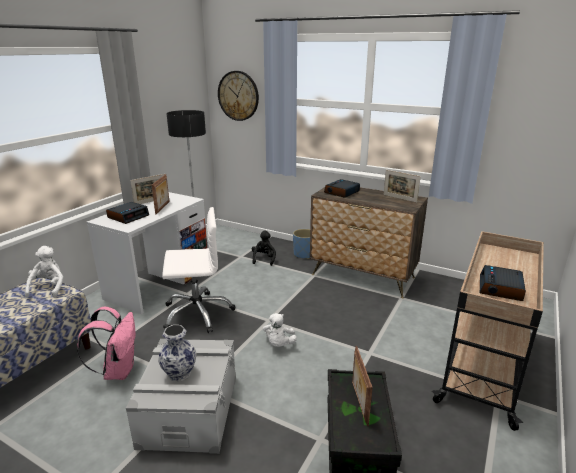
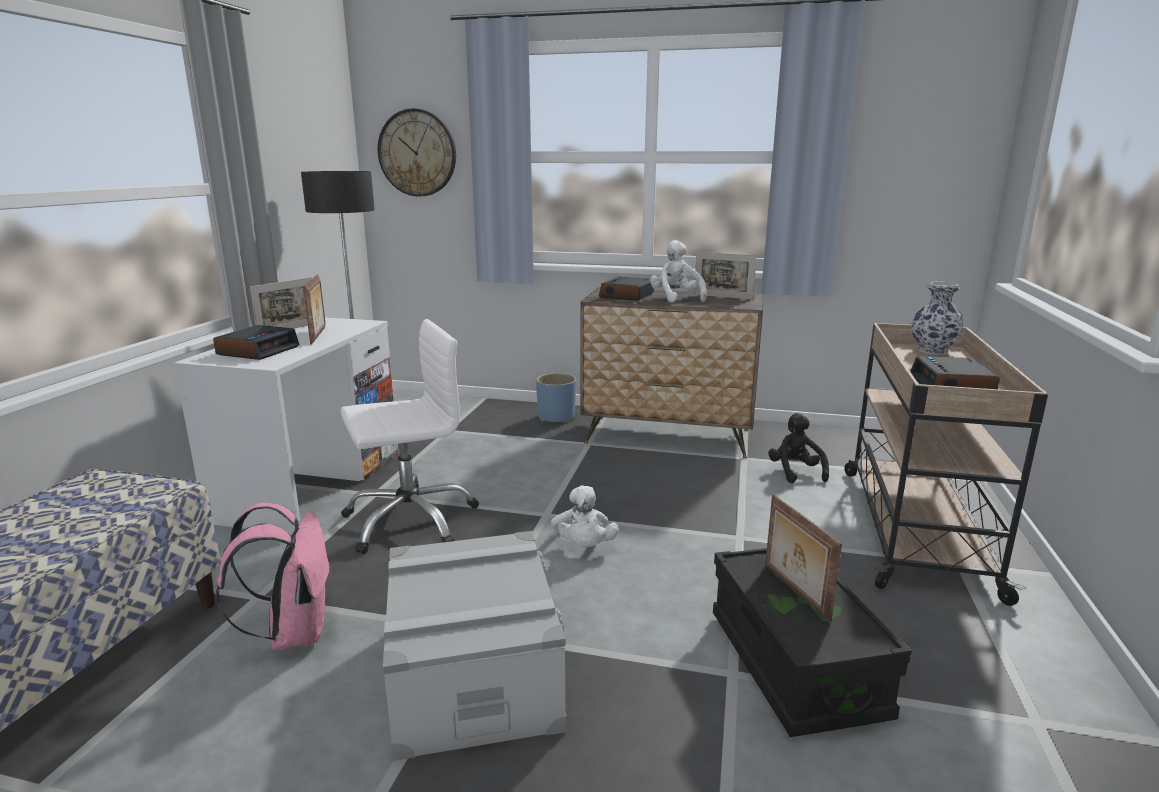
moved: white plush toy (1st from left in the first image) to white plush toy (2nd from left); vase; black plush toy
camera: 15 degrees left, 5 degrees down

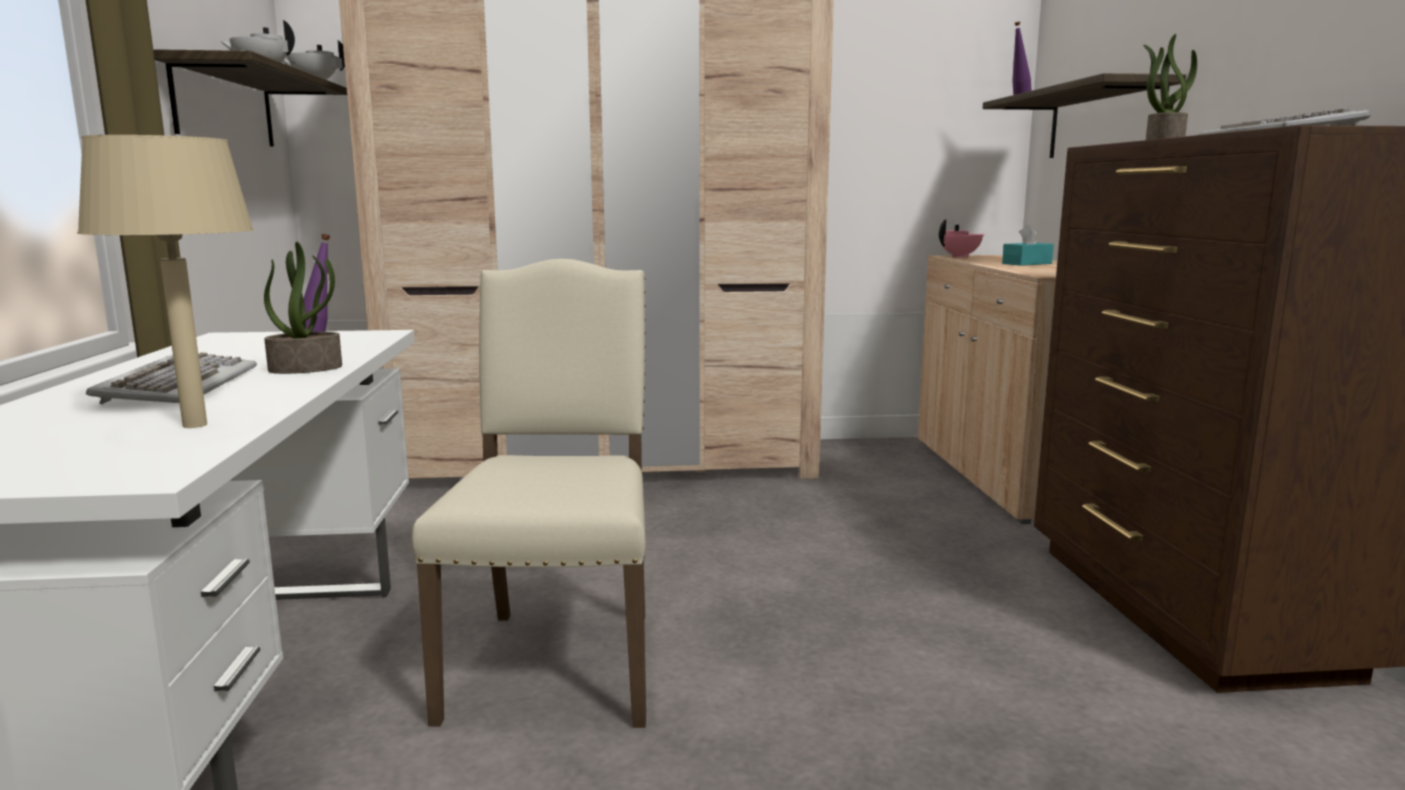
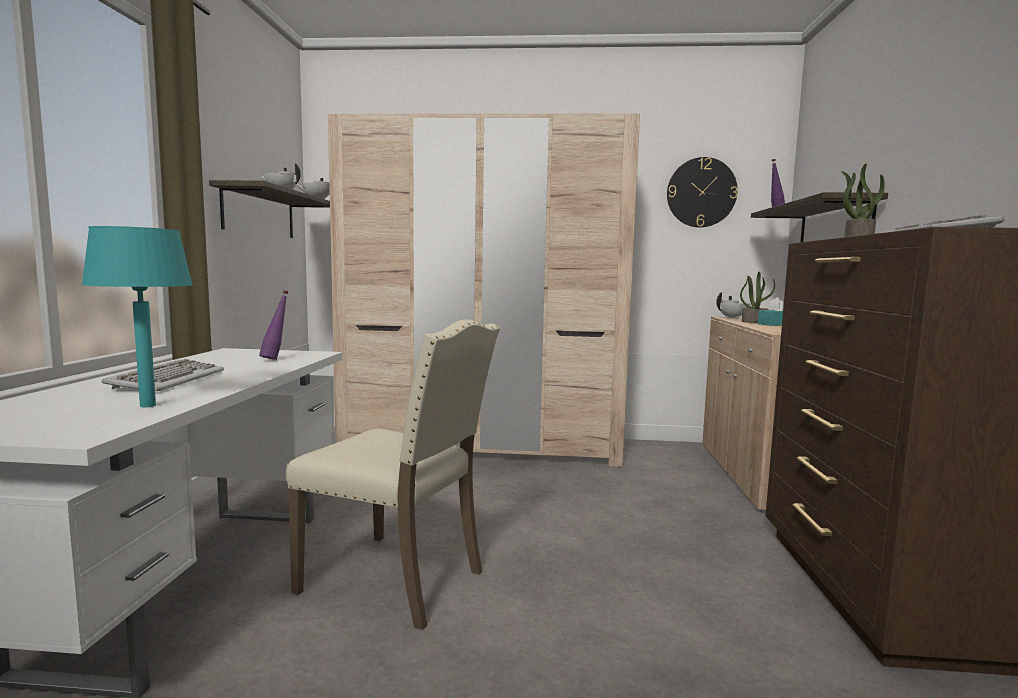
added: wall clock
moved: potted plant (1st from left)
recoloured: beige table lamp to turquoise table lamp; pink teapot to white teapot (3rd from left)
turned: beige chair 105 degrees clockwise
camera: 10 degrees right, 5 degrees down

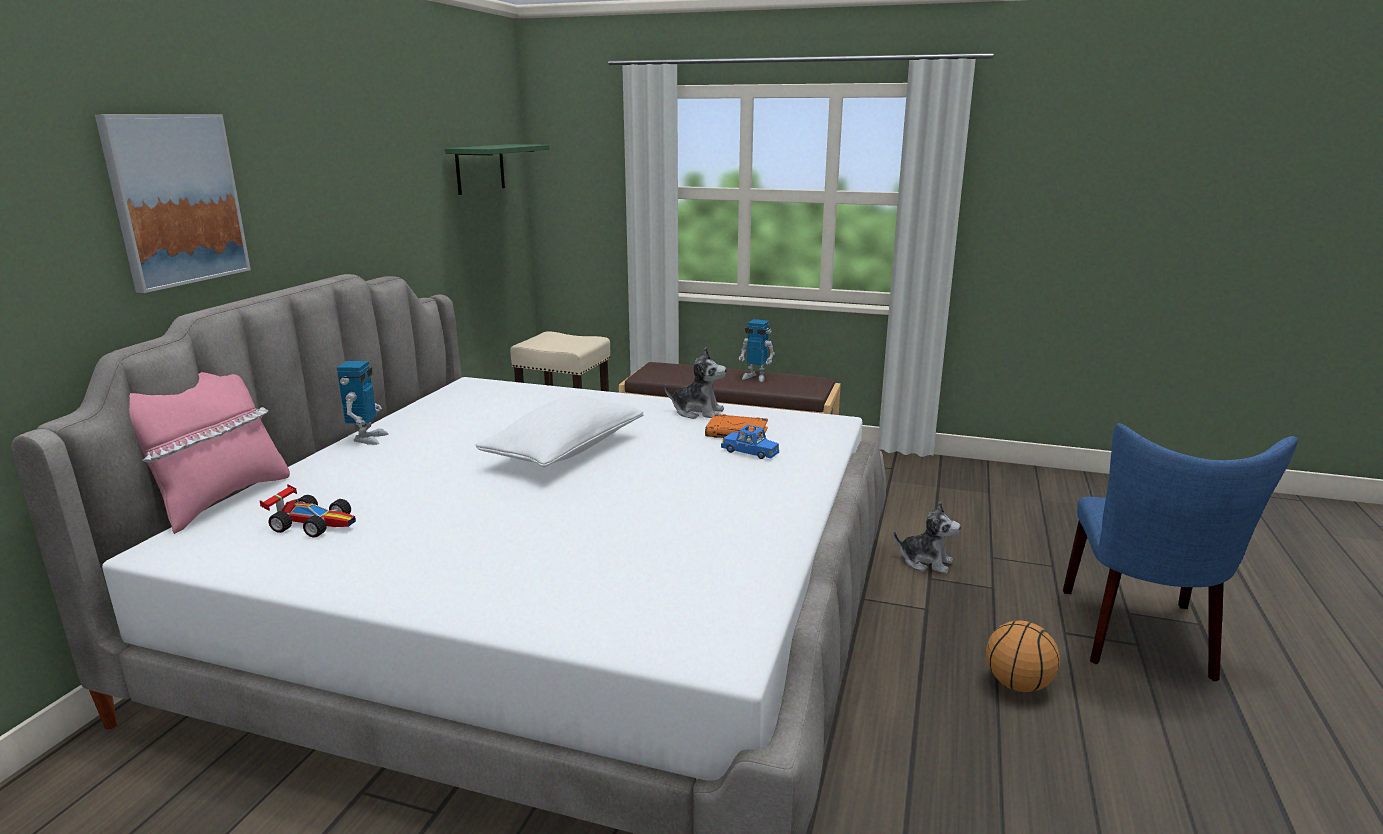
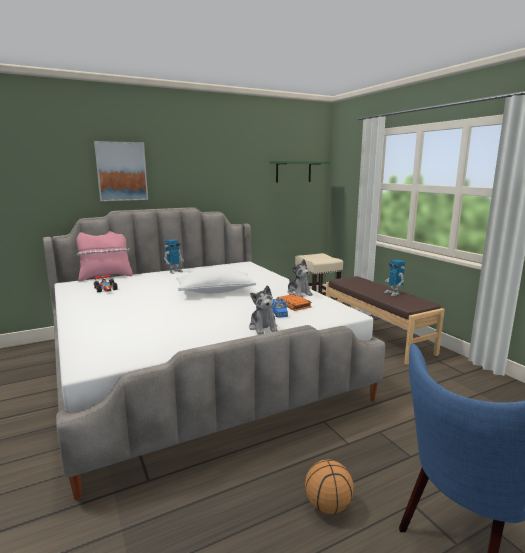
moved: plush toy (2nd from left in the first image) to plush toy (1st from left)
camera: 45 degrees right, 5 degrees down

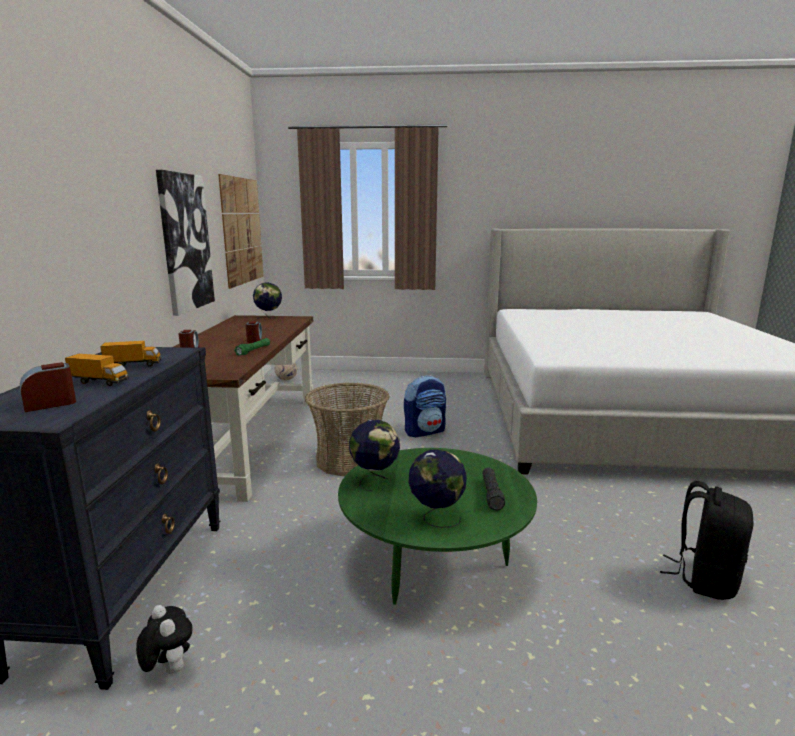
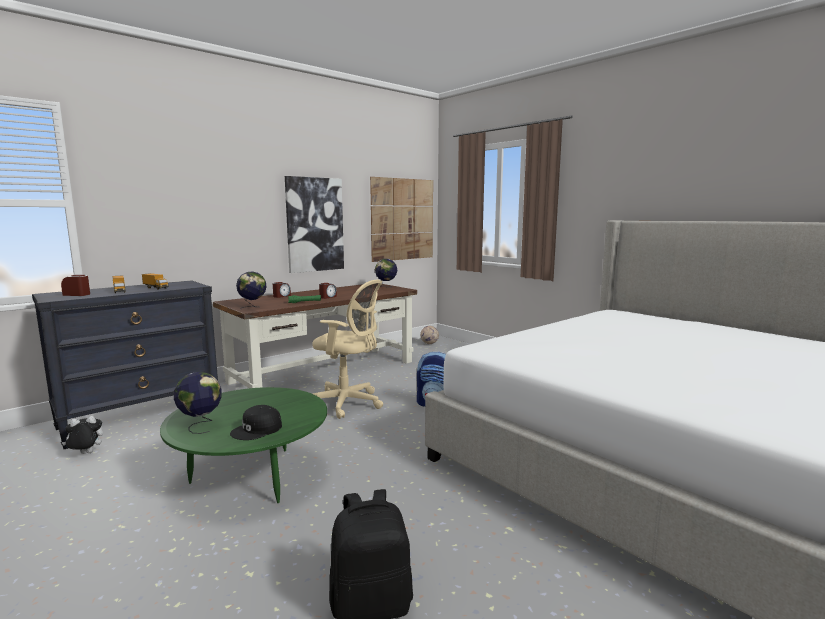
moved: globe (2nd from left)
replaced: basket to beige office chair; black flashlight to black cap
turned: plush toy 120 degrees counterclockwise
camera: 45 degrees right, 5 degrees down

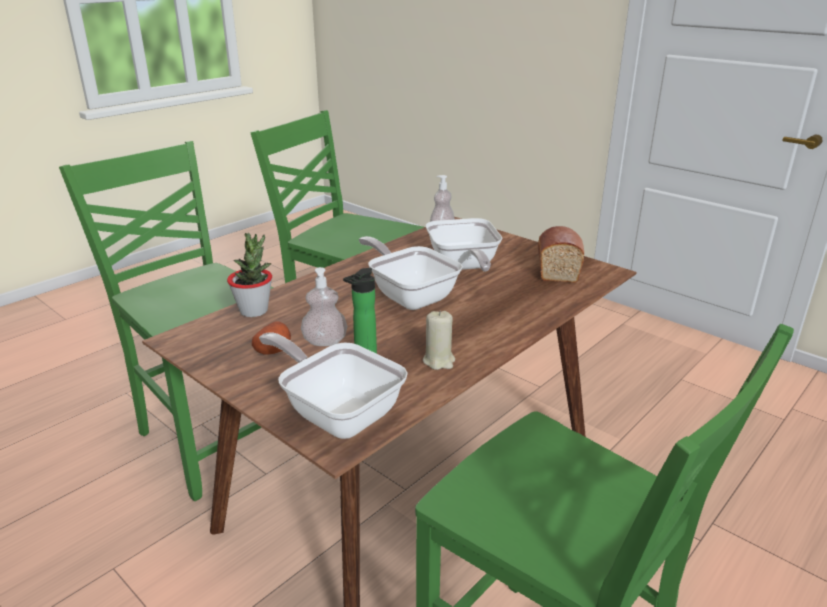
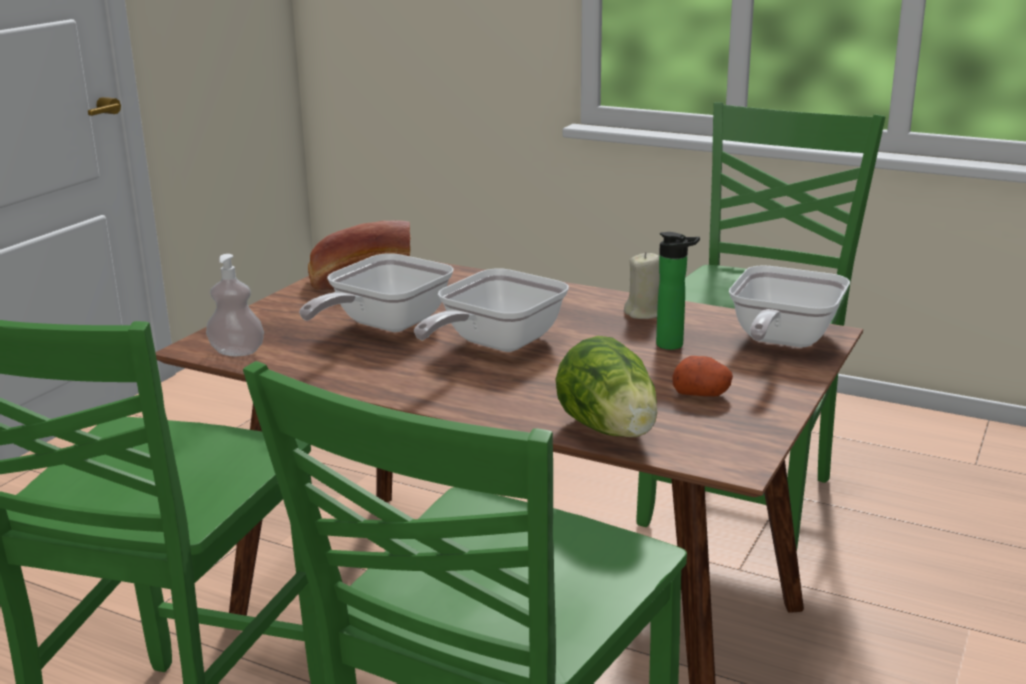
removed: soap dispenser (1st from left)
replaced: potted plant to lettuce
turned: frying pan (3rd from left in the first image) 150 degrees clockwise
camera: 105 degrees left, 5 degrees down

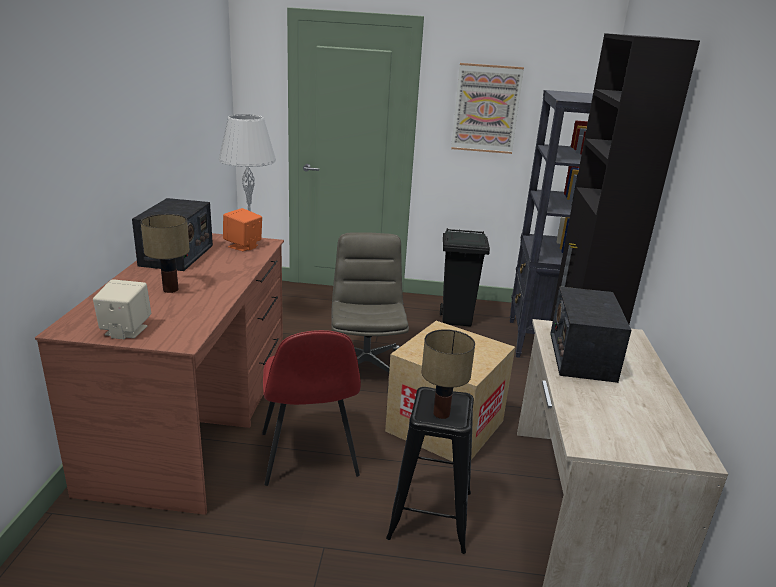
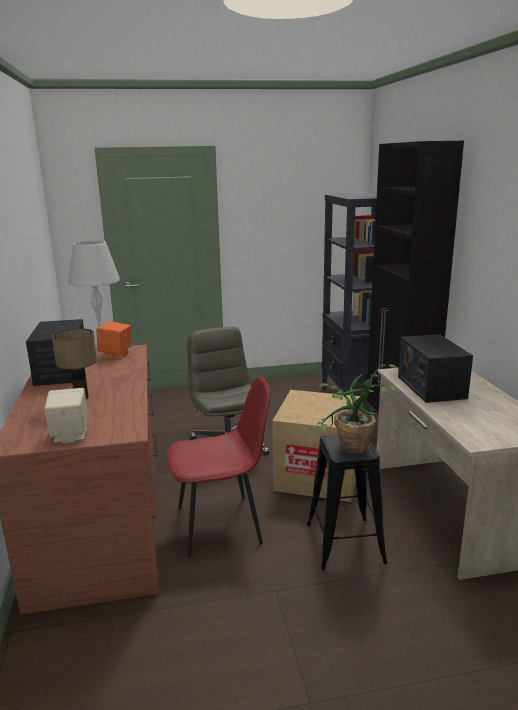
removed: black trash can; picture
replaced: table lamp (2nd from left) to potted plant
turned: red chair 75 degrees counterclockwise
camera: 15 degrees left, 5 degrees down

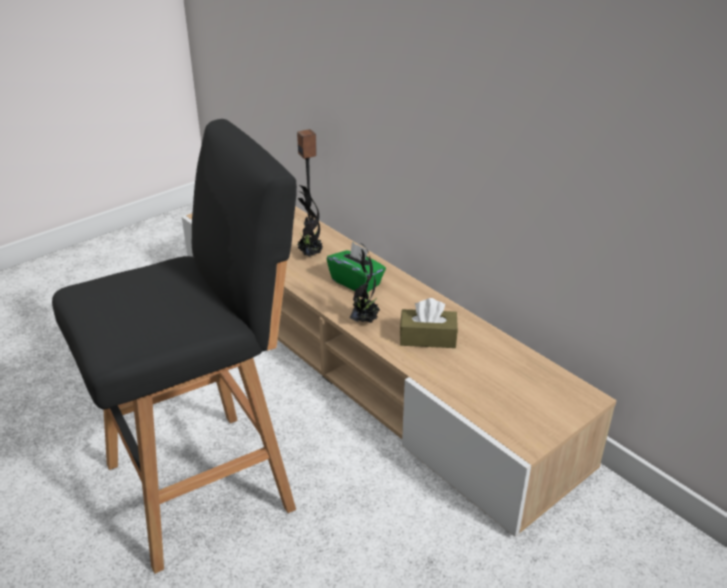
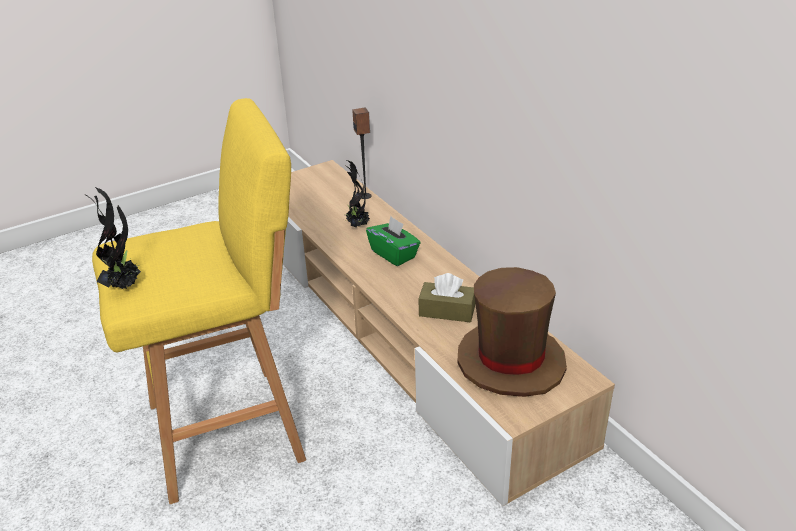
added: brown hat
moved: potted plant (2nd from left in the first image) to potted plant (1st from left)
recoloured: black stool to yellow stool
camera: 10 degrees right, 0 degrees up

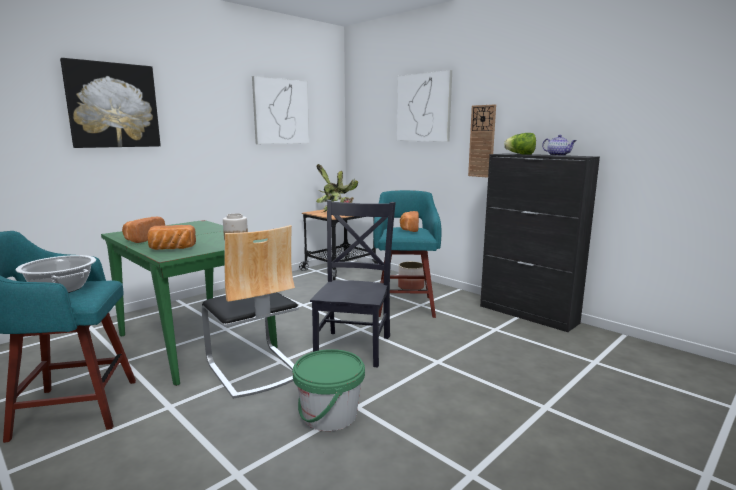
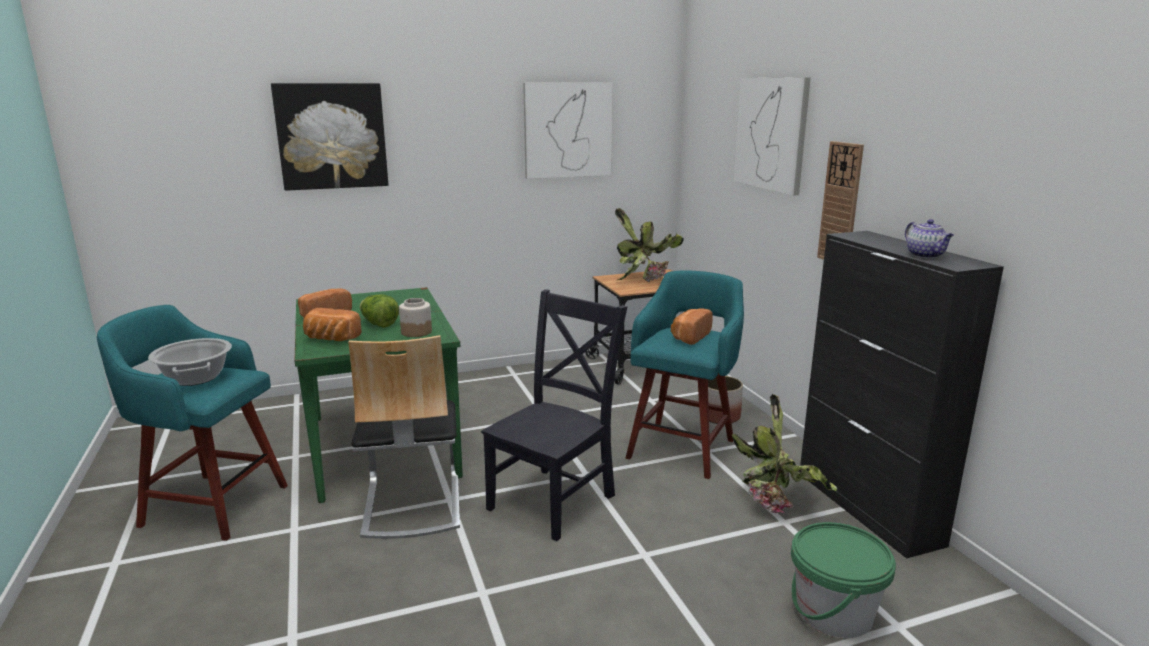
added: potted plant (2nd from left)
moved: green bucket; lettuce
camera: 25 degrees right, 5 degrees up

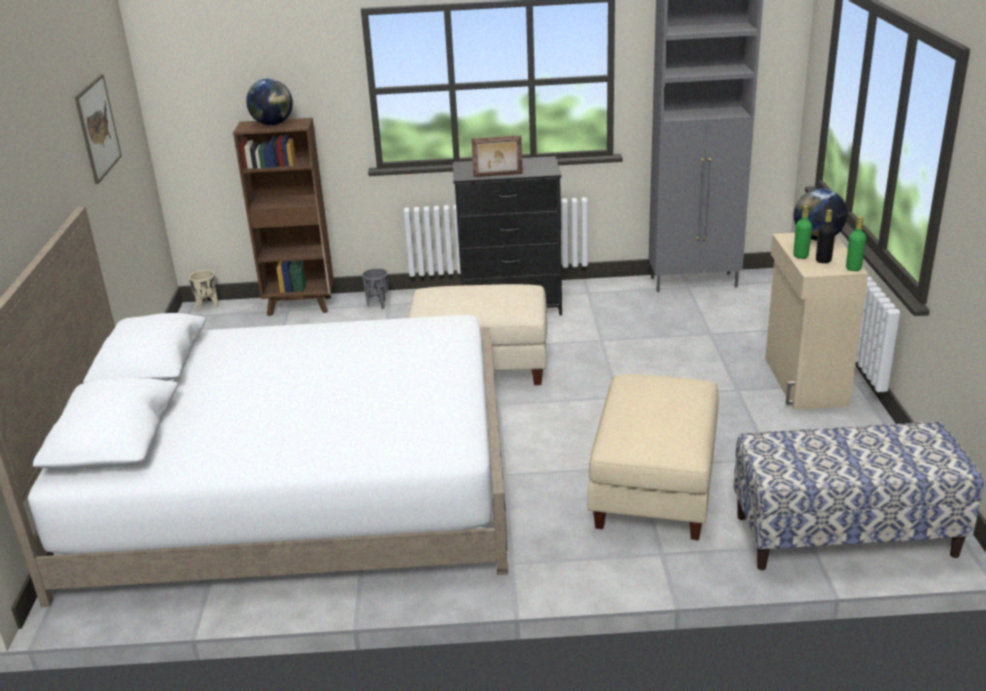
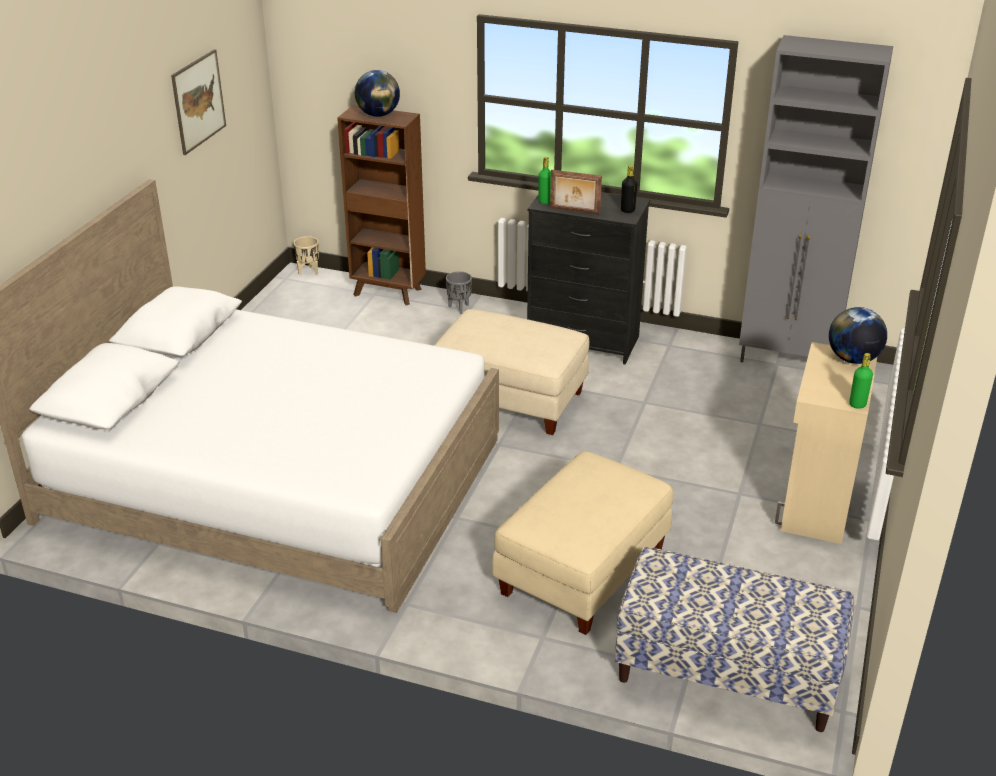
moved: green bottle (1st from left); black bottle
camera: 20 degrees right, 5 degrees up

